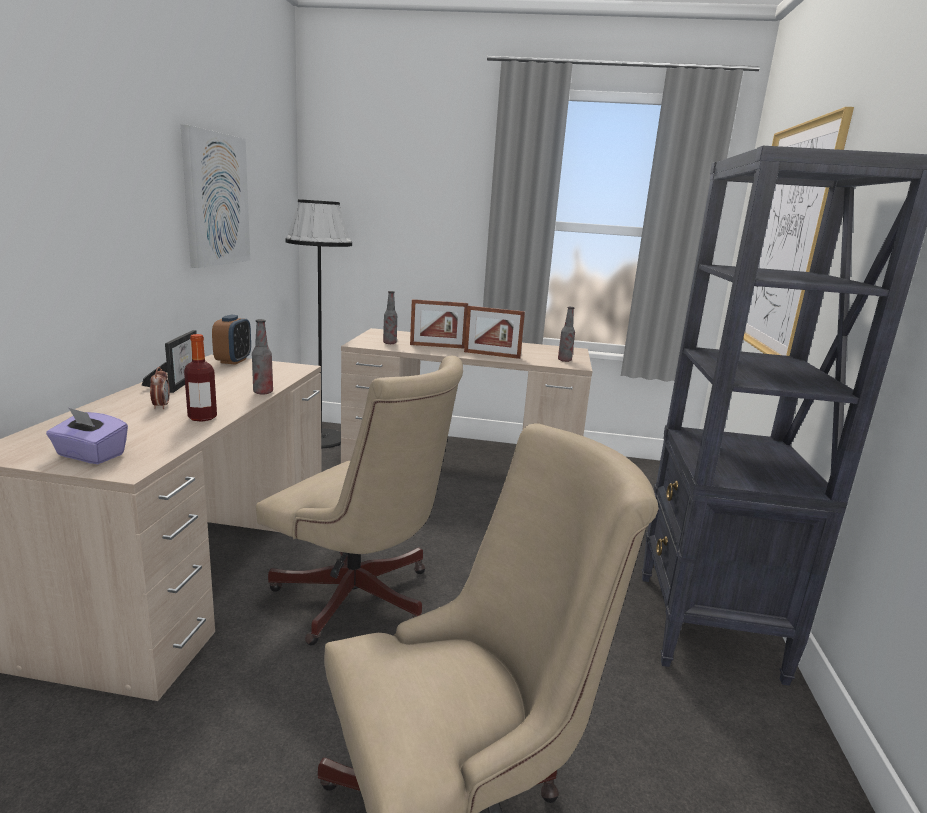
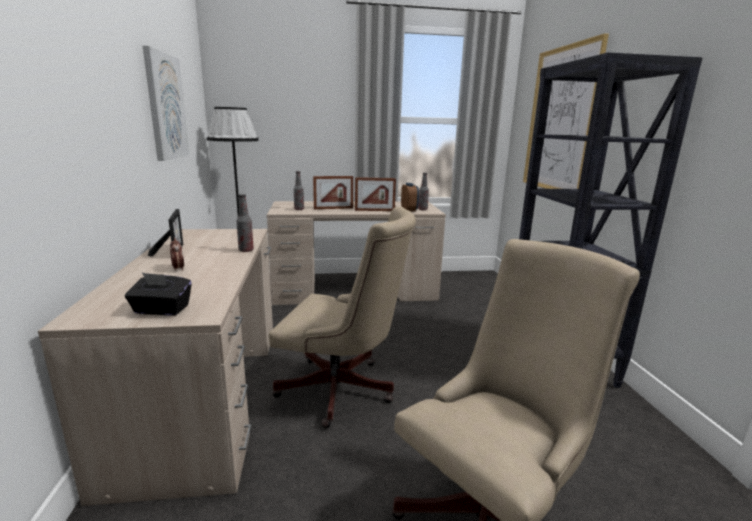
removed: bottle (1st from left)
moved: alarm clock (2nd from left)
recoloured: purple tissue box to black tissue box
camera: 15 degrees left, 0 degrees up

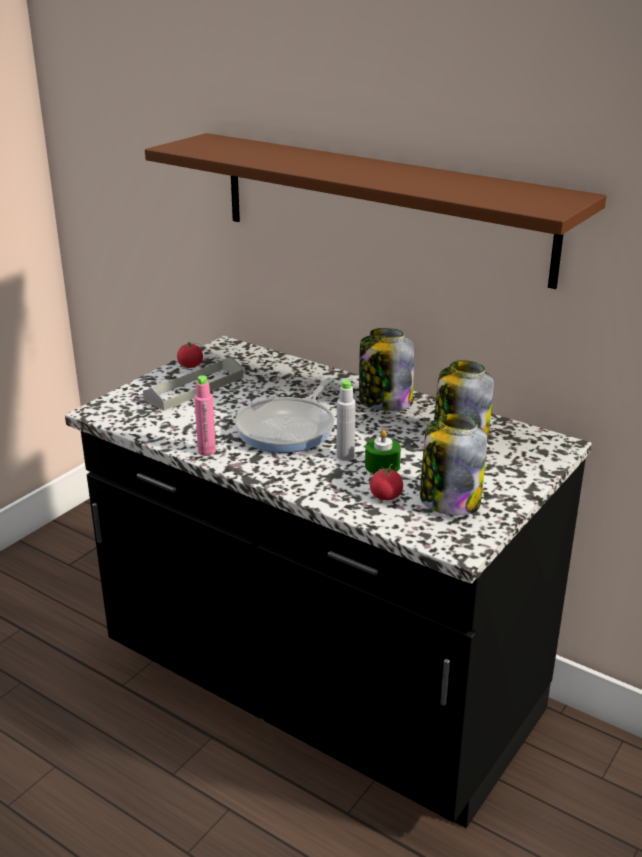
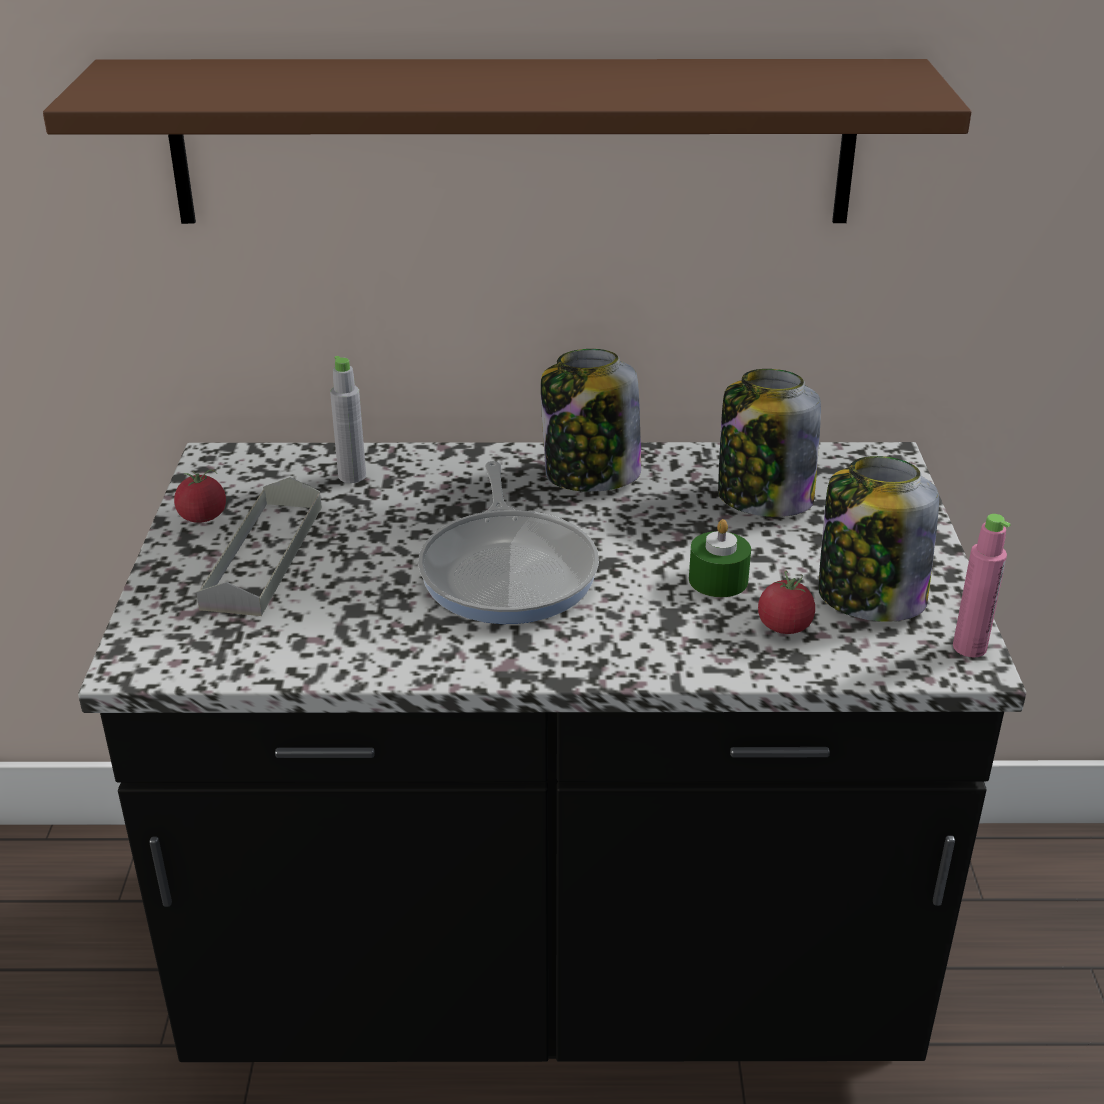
moved: pink bottle; grey bottle
camera: 35 degrees left, 5 degrees up

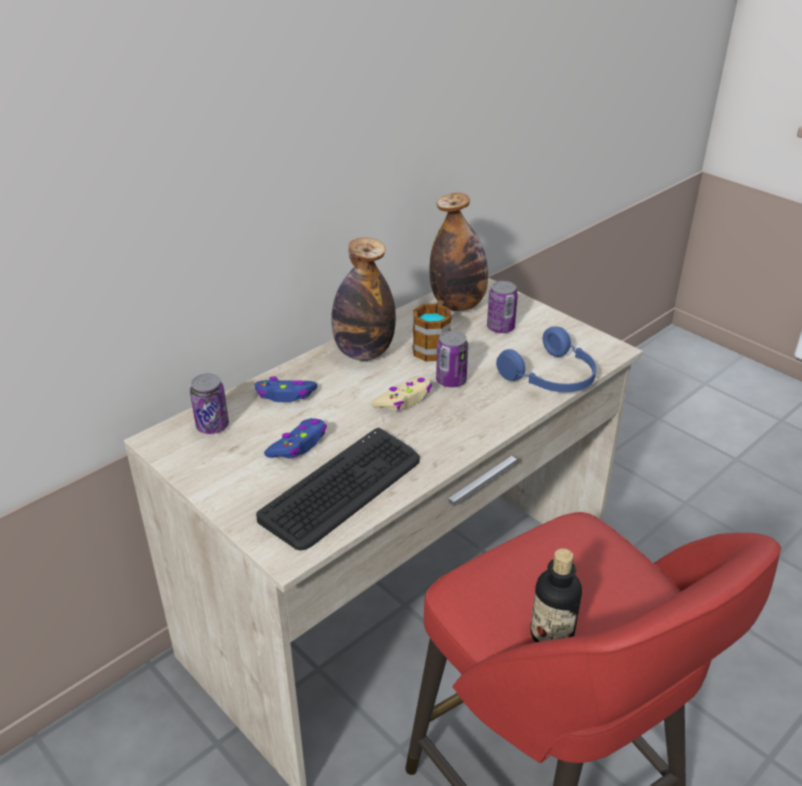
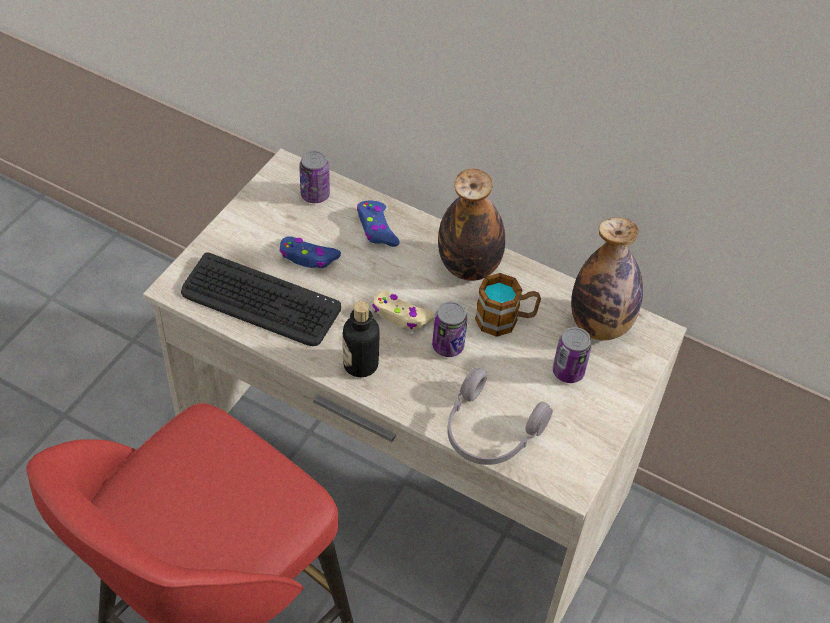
moved: bottle (3rd from left in the first image) to bottle (1st from left)
recoloured: blue headphones to grey headphones
camera: 70 degrees right, 15 degrees up

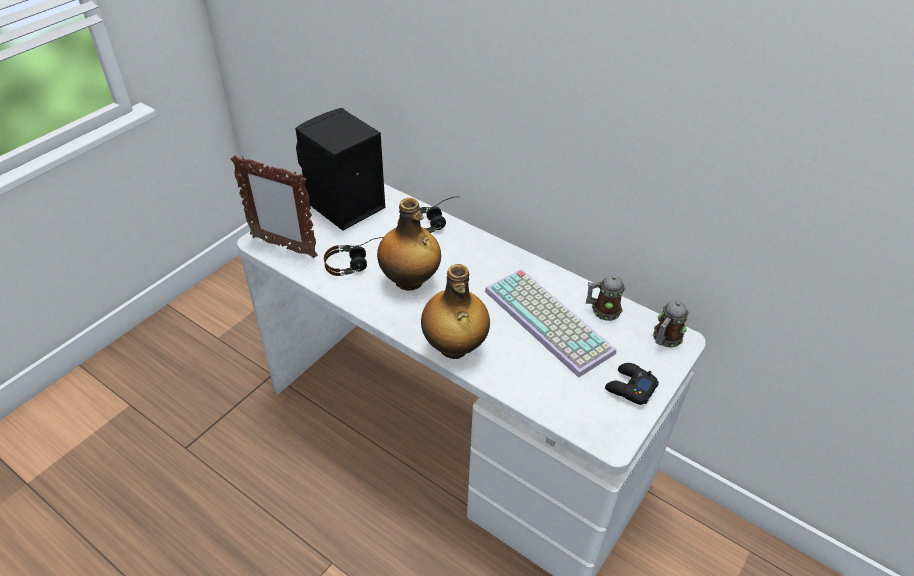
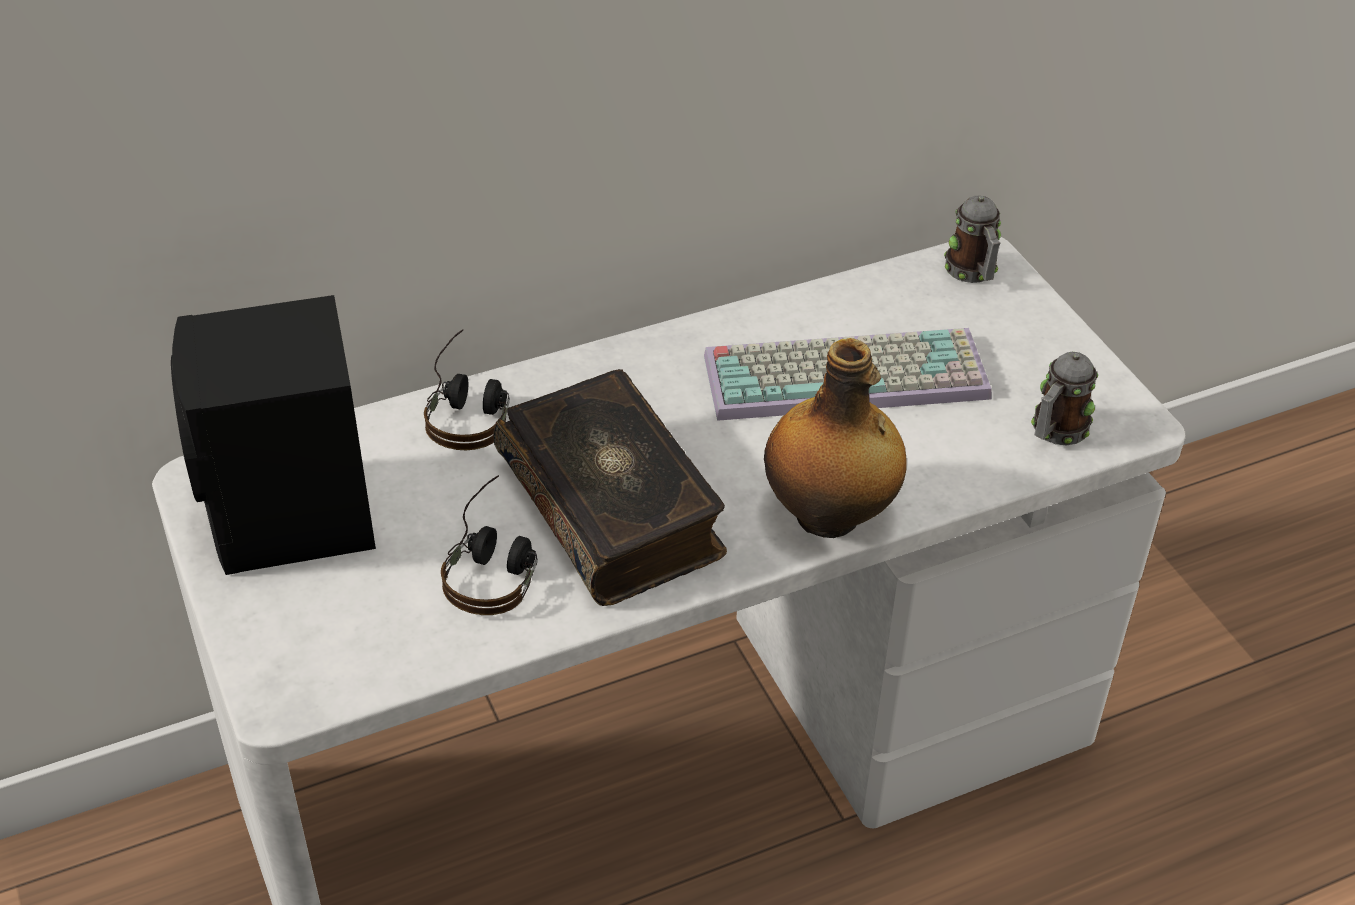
removed: picture frame; black game controller
moved: mug (1st from left in the first image) to mug (2nd from left)
replaced: bottle (1st from left) to book
camera: 60 degrees left, 0 degrees up

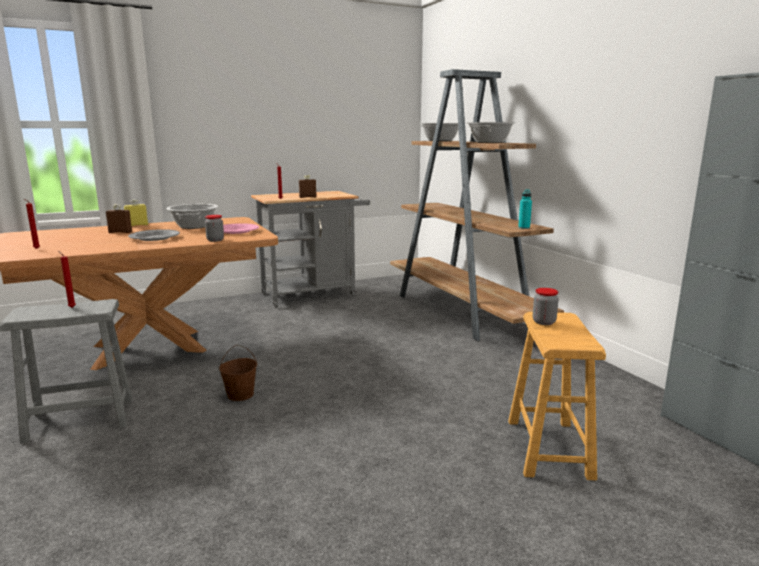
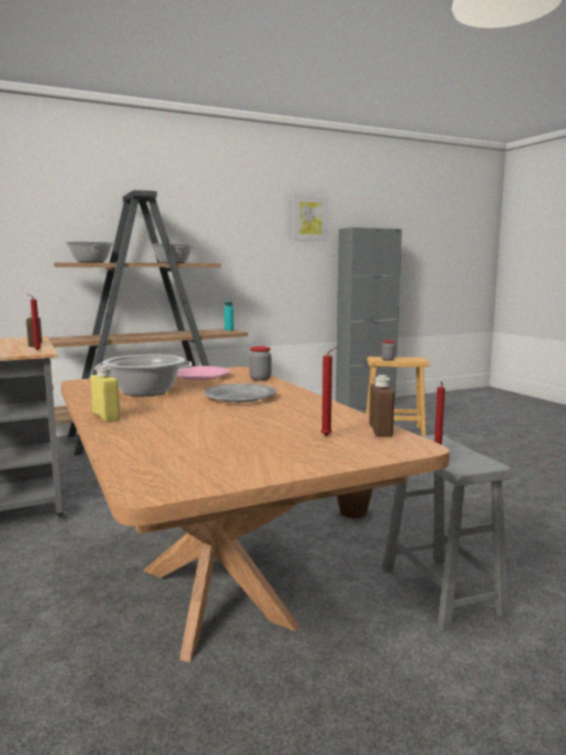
added: picture
moved: brown bottle (1st from left in the first image) to brown bottle (2nd from left)
camera: 90 degrees left, 5 degrees down

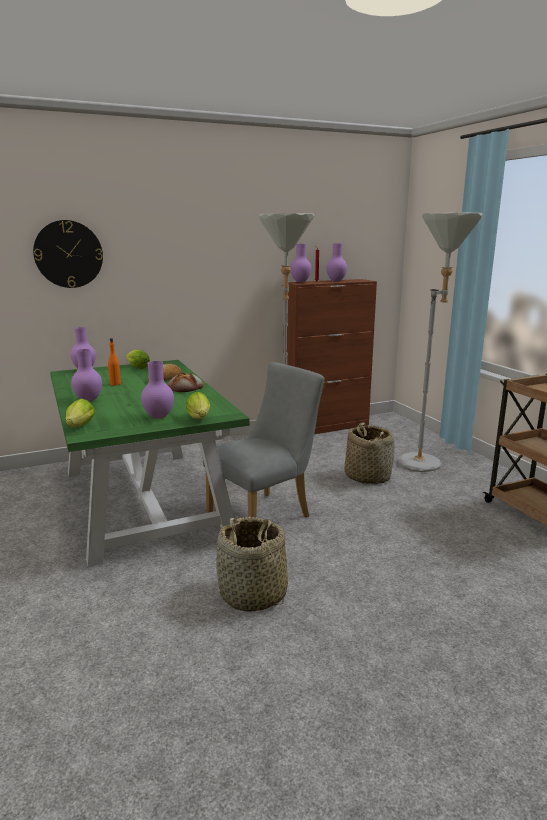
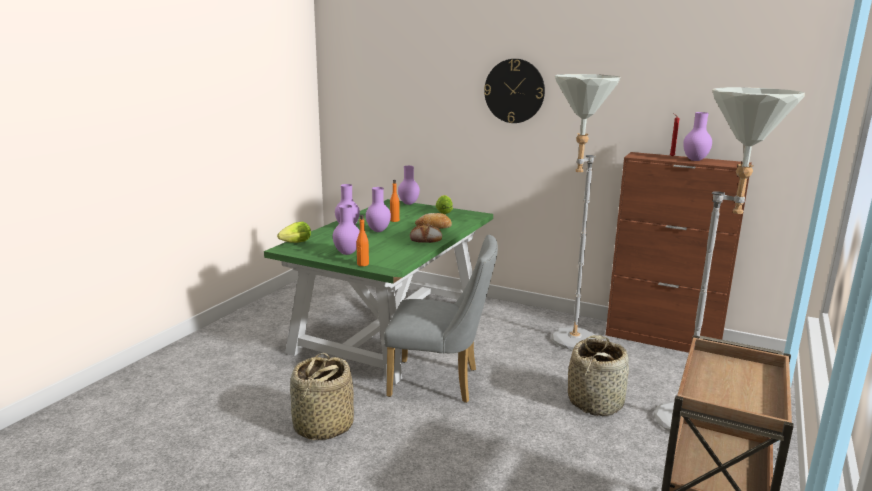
moved: wall clock; purple vase (4th from left in the first image) to purple vase (3rd from left)
replaced: lettuce (3rd from left) to orange bottle (1st from left)
camera: 50 degrees right, 0 degrees up

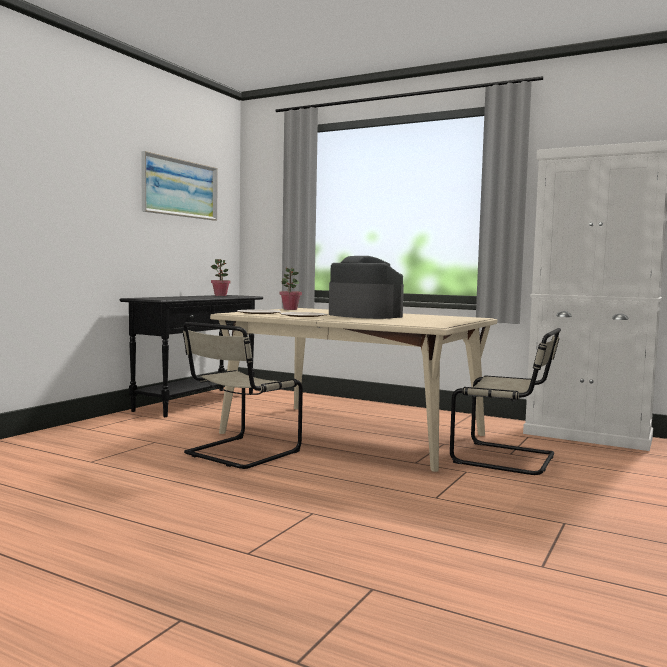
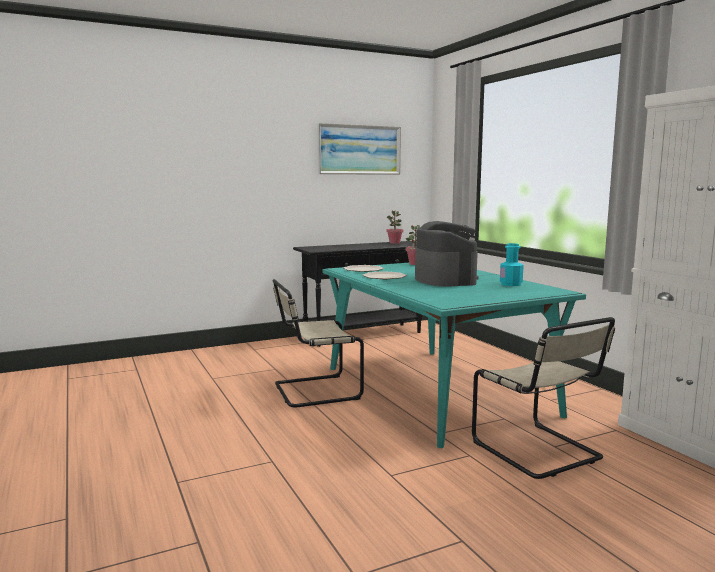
added: turquoise bottle
recoloured: beige dining table to turquoise dining table
camera: 35 degrees right, 5 degrees up

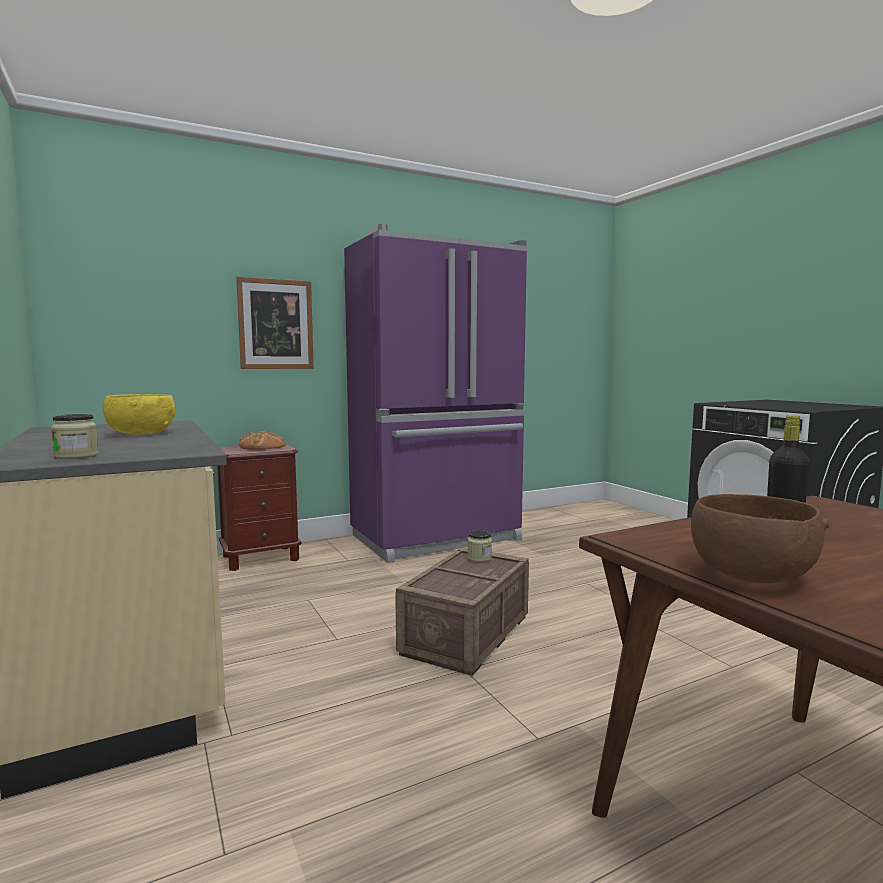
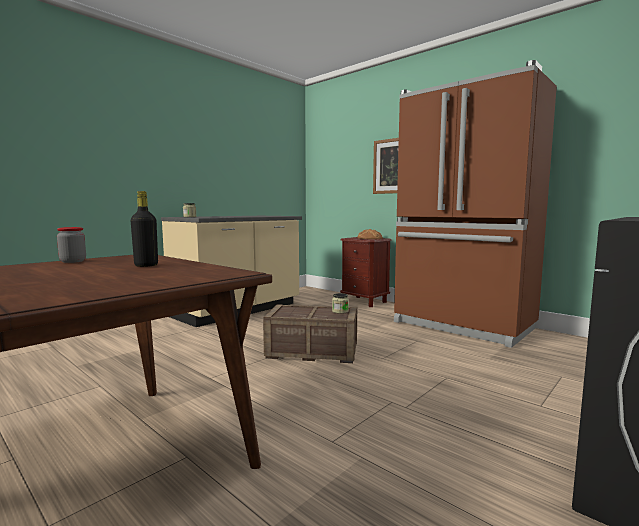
removed: yellow bowl
replaced: brown bowl to jar (1st from left)
recoloured: purple fridge to brown fridge
camera: 70 degrees right, 0 degrees up

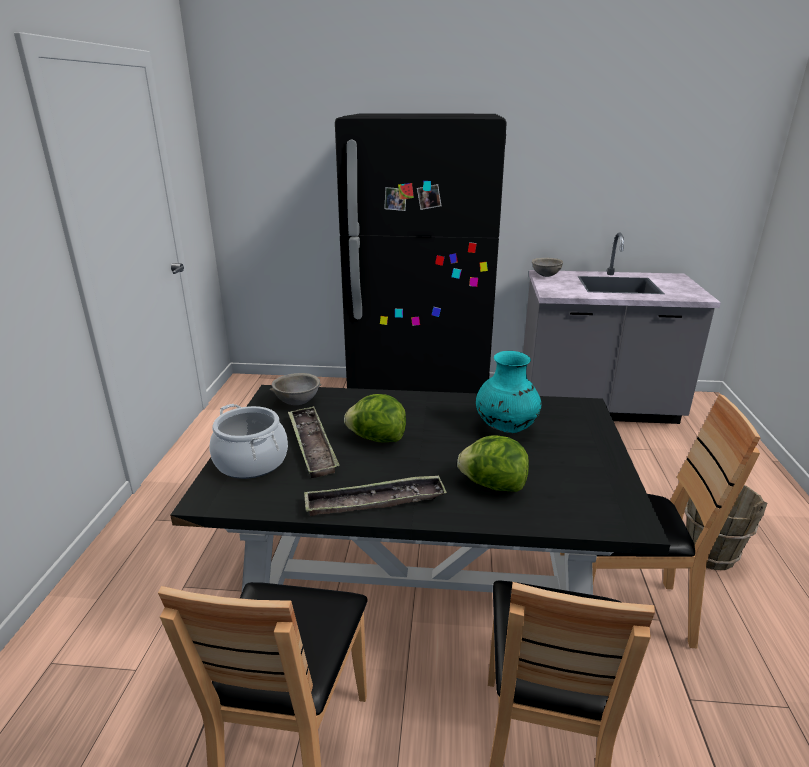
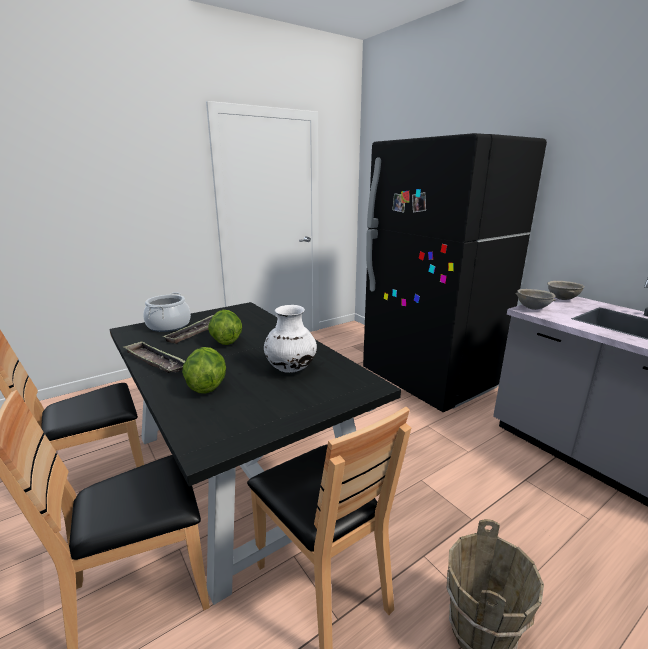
moved: grey bowl (1st from left)
recoloured: turquoise vase to white vase
camera: 50 degrees right, 5 degrees down

